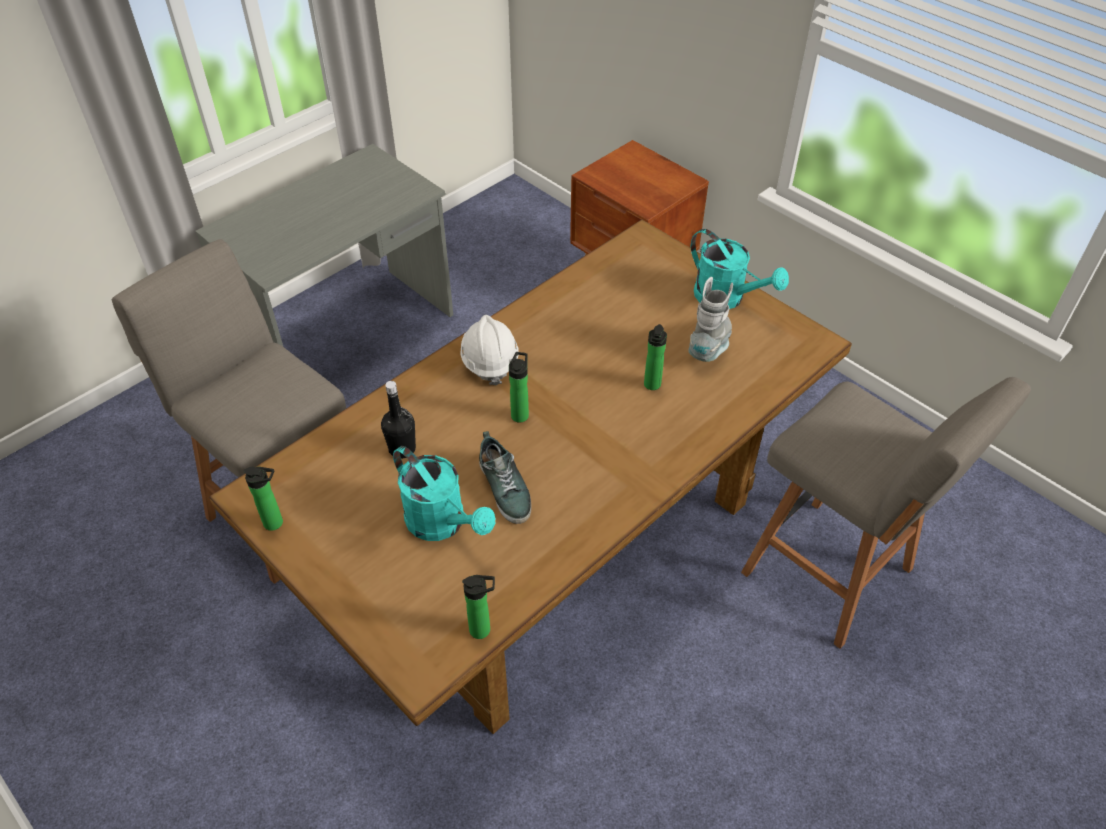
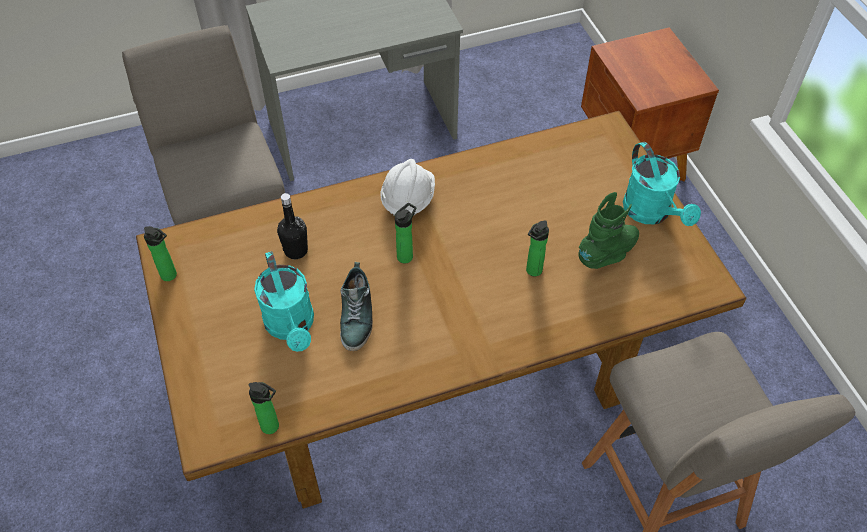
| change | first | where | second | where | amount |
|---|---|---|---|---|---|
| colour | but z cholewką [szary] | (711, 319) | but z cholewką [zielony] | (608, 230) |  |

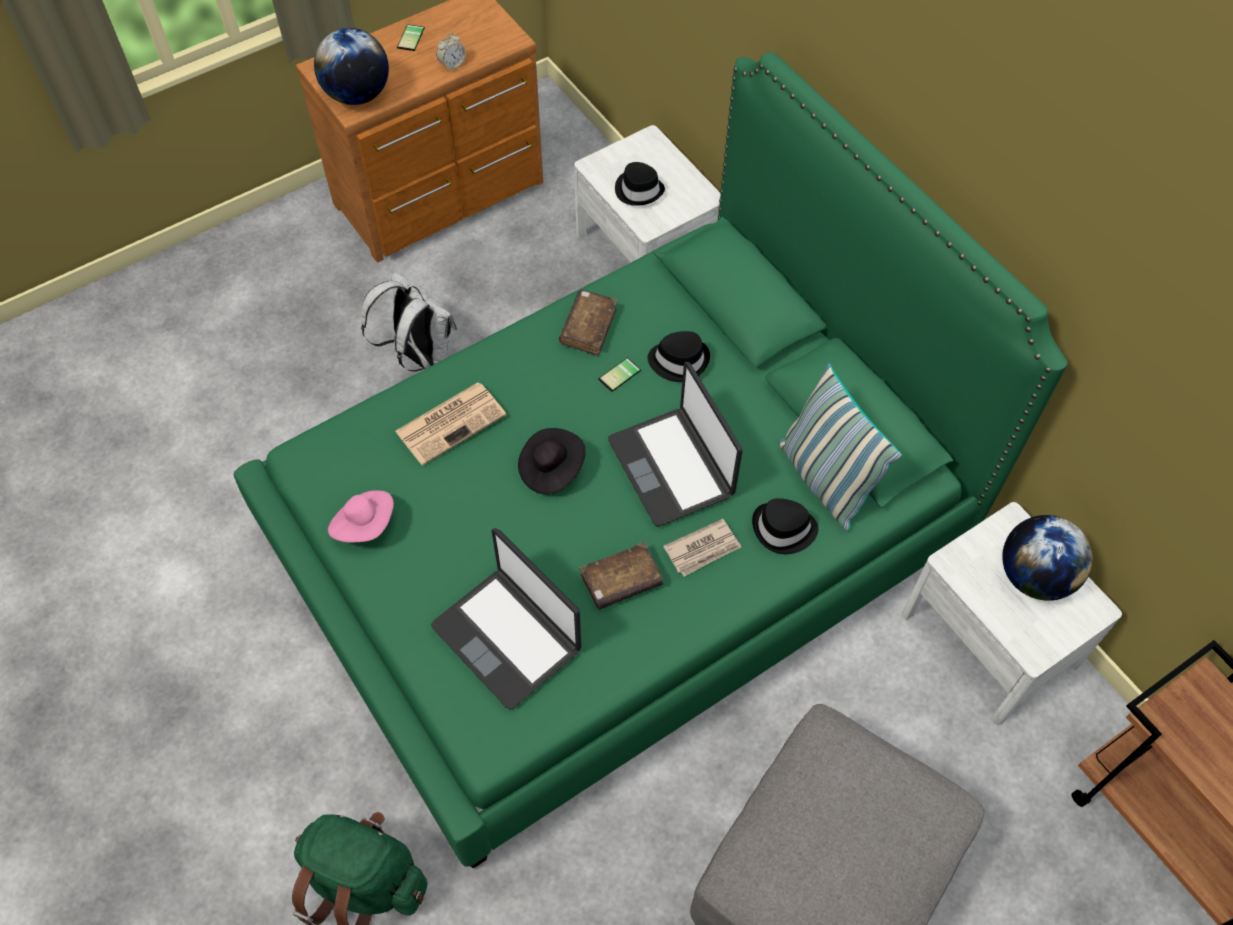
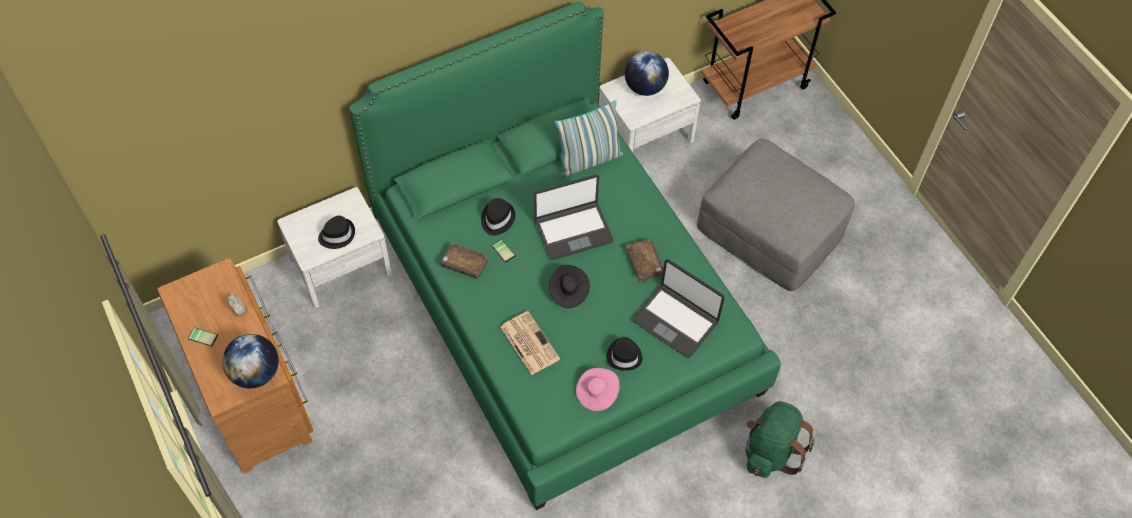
| change | first | where | second | where | amount |
|---|---|---|---|---|---|
| relocated | kapelusz [czarny] | (785, 526) |  | (624, 354) |  |
| spun | laptop | (506, 618) |  | (679, 308) | 75 degrees clockwise |
| missing | plecak [biały] | (409, 322) |  |  |  |
| missing | gazeta | (702, 548) |  |  |  |

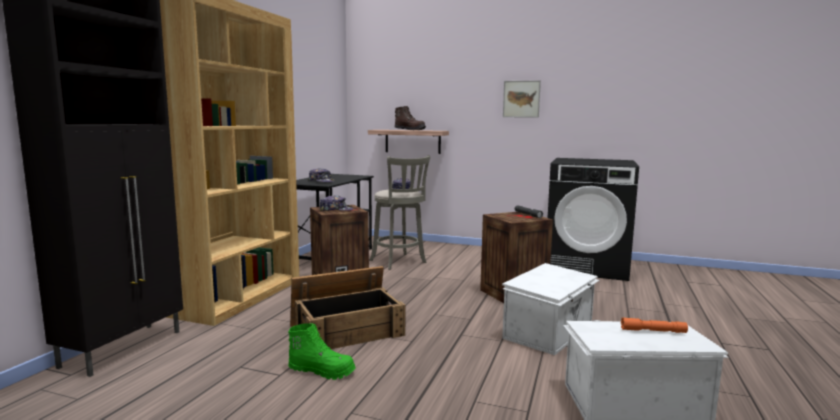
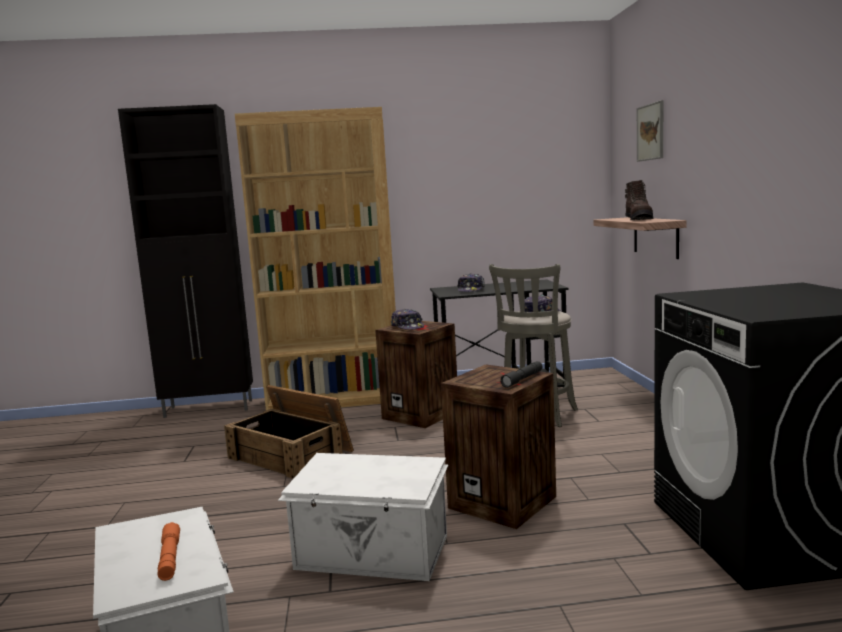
| change | first | where | second | where | amount |
|---|---|---|---|---|---|
| relocated | obraz | (522, 99) |  | (650, 131) |  |
| missing | but z cholewką [zielony] | (322, 351) |  |  |  |

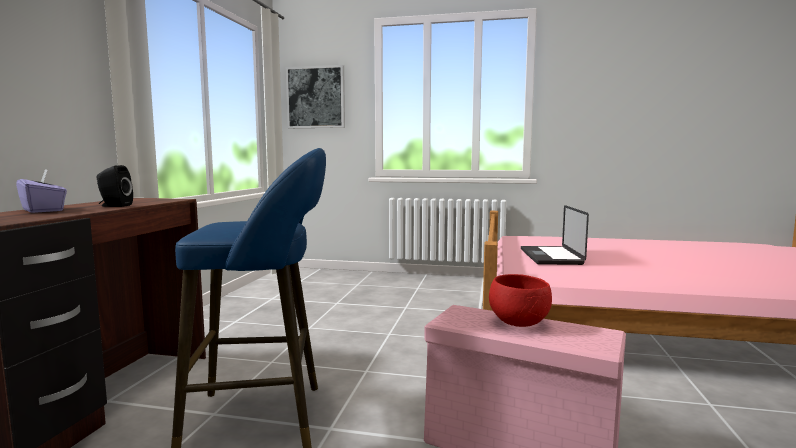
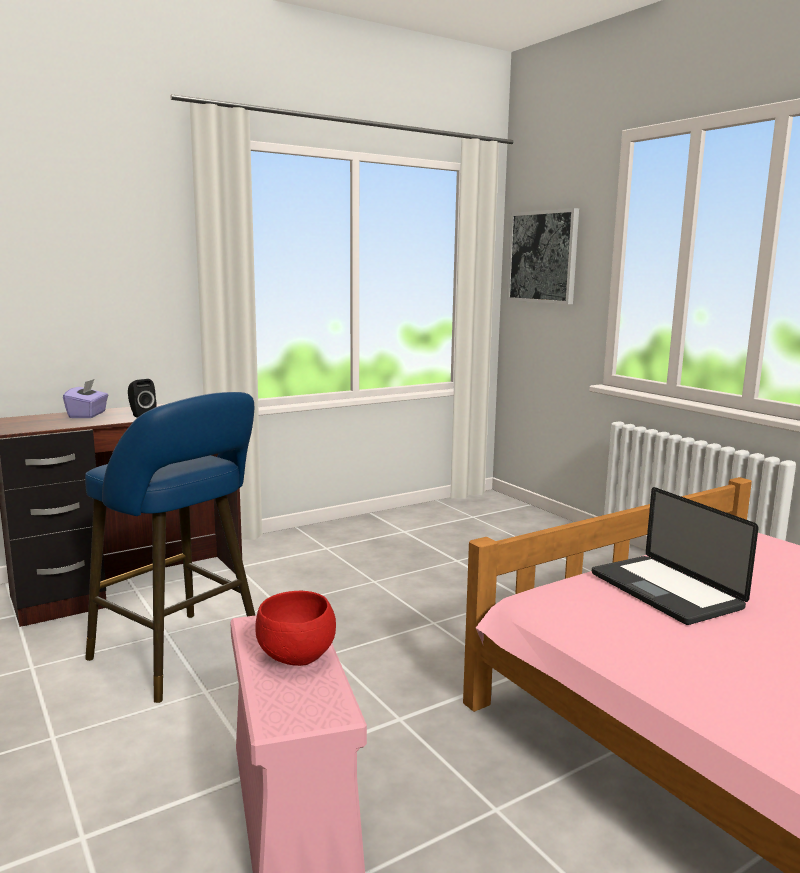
| change | first | where | second | where | amount |
|---|---|---|---|---|---|
| spun | laptop | (555, 235) |  | (675, 556) | 75 degrees counterclockwise |

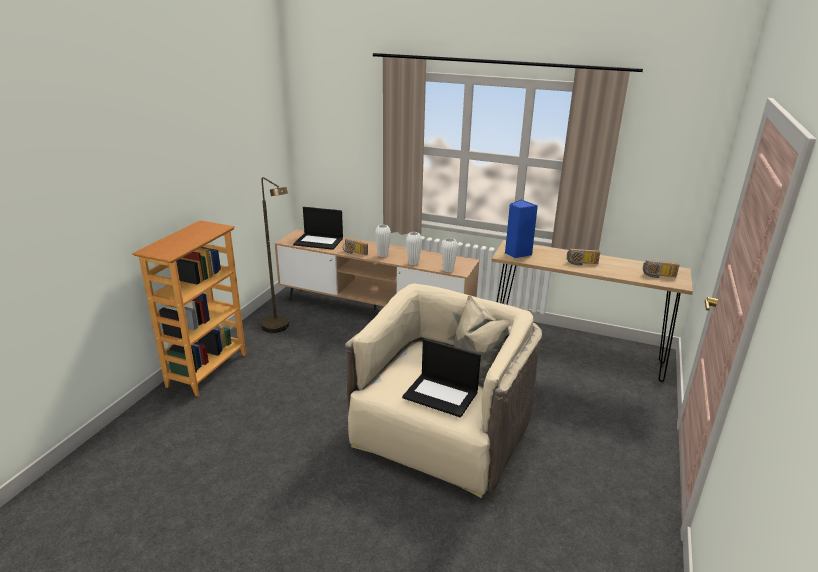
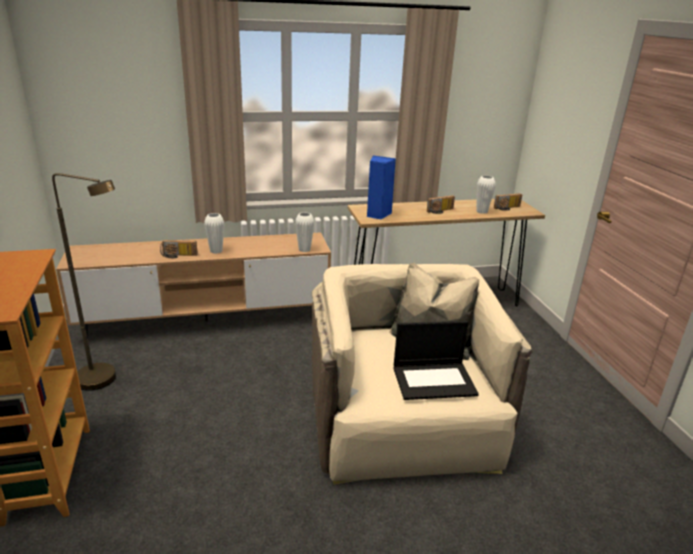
| change | first | where | second | where | amount |
|---|---|---|---|---|---|
| relocated | wazon [biały] | (414, 248) |  | (486, 194) |  |
| missing | laptop | (318, 228) |  |  |  |

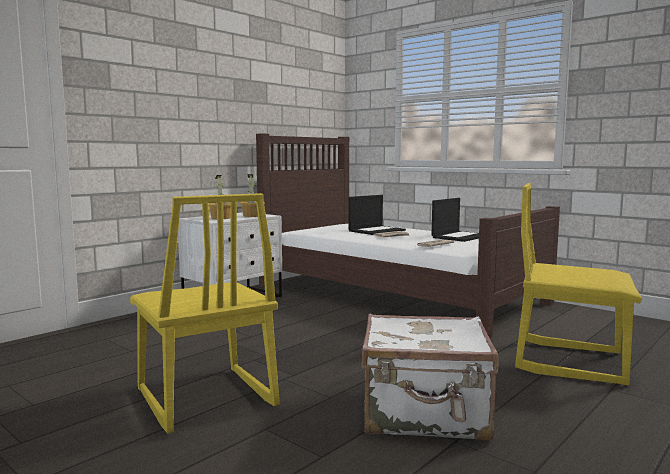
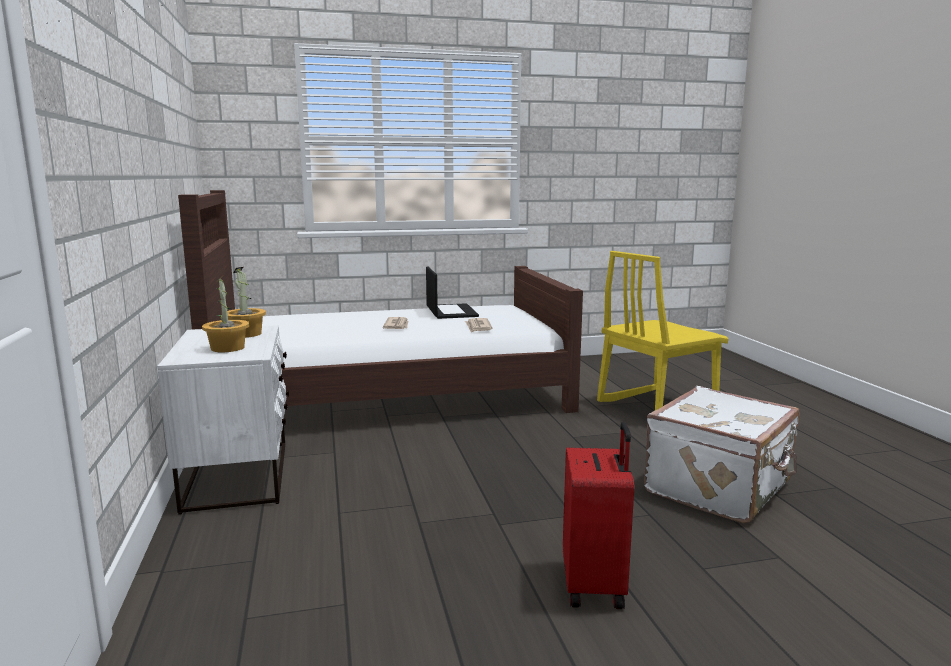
| change | first | where | second | where | amount |
|---|---|---|---|---|---|
| exchanged | krzesło [żółty] | (205, 313) | walizka [czerwony] | (598, 515) |  |
| missing | laptop | (377, 215) |  |  |  |

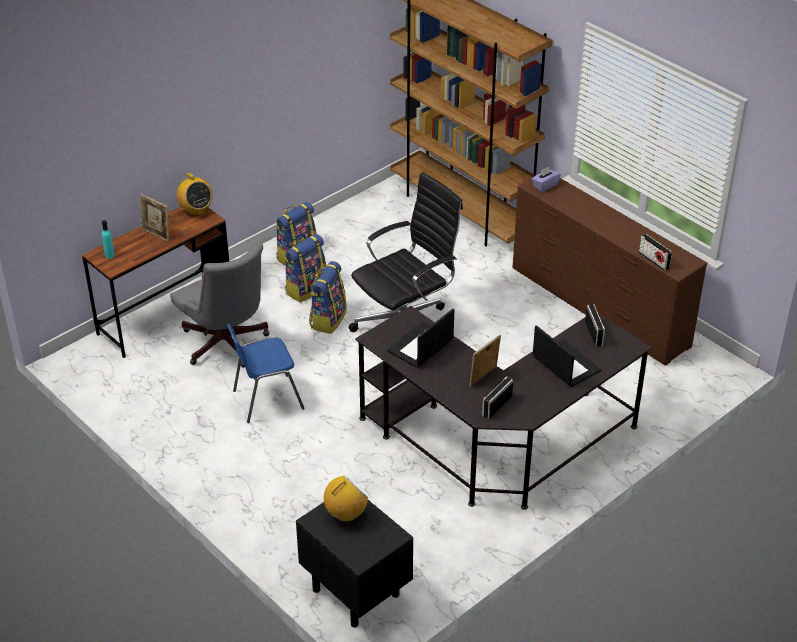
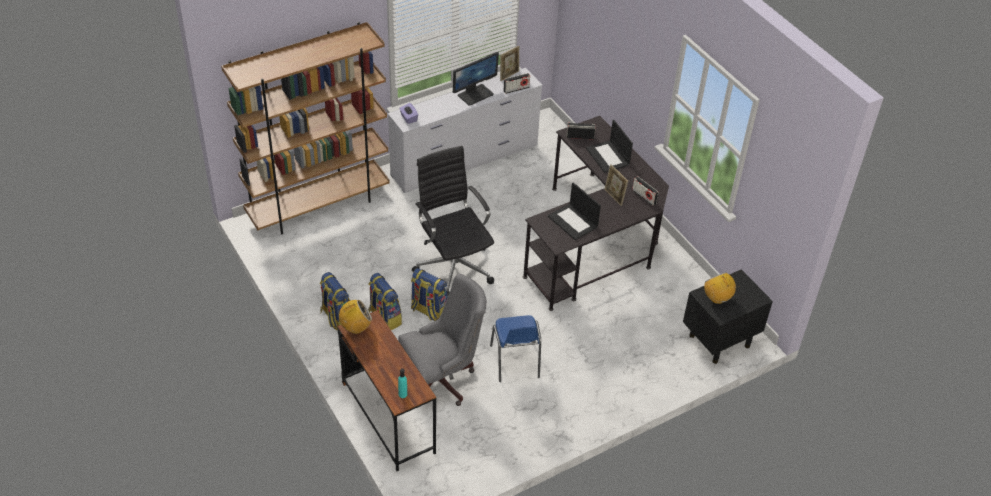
| change | first | where | second | where | amount |
|---|---|---|---|---|---|
| colour | komoda [brązowy] | (610, 271) | komoda [biały] | (465, 130) |  |
| appeared |  |  | monitor | (476, 79) |  |
| relocated | ramka na zdjęcie | (154, 217) |  | (509, 63) |  |
| spun | laptop | (567, 356) |  | (609, 146) | 90 degrees counterclockwise |

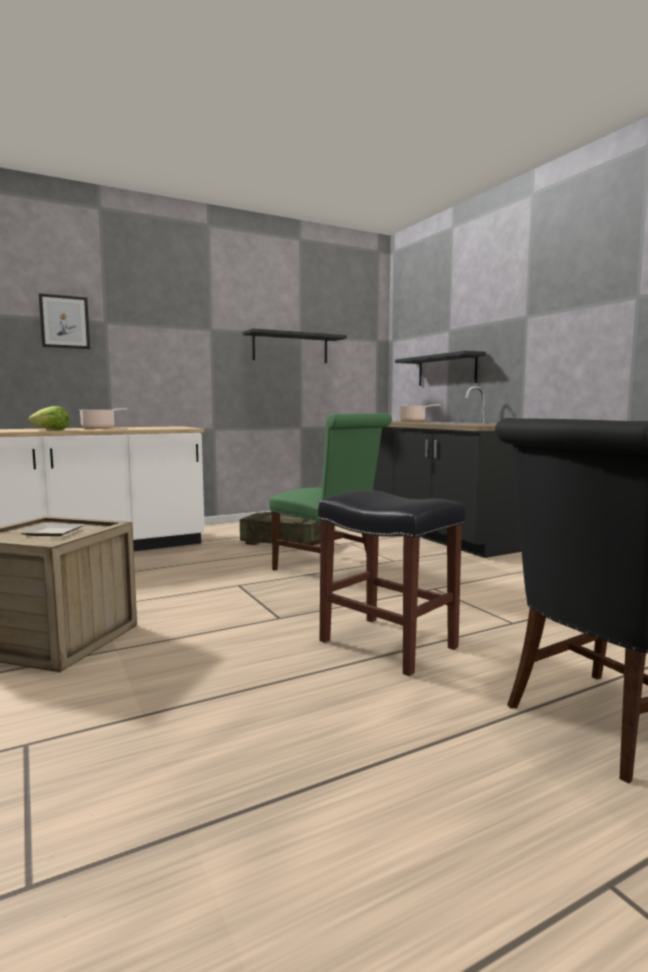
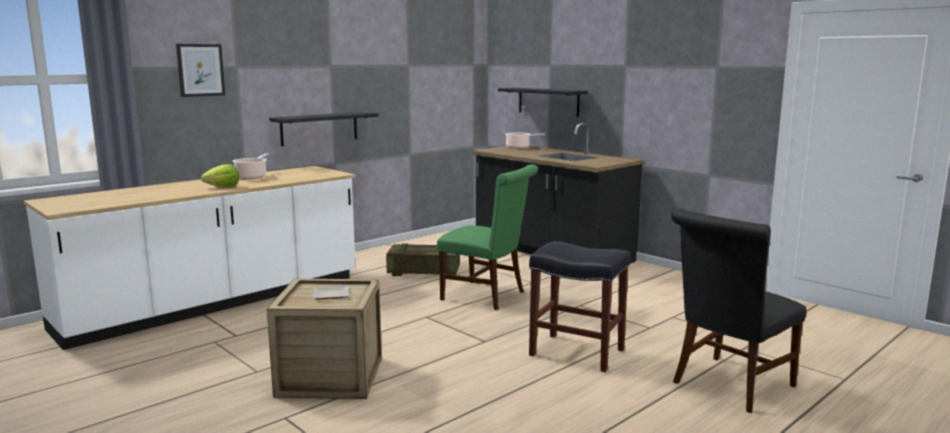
| change | first | where | second | where | amount |
|---|---|---|---|---|---|
| relocated | półka [czarny] | (295, 346) |  | (324, 129) |  |

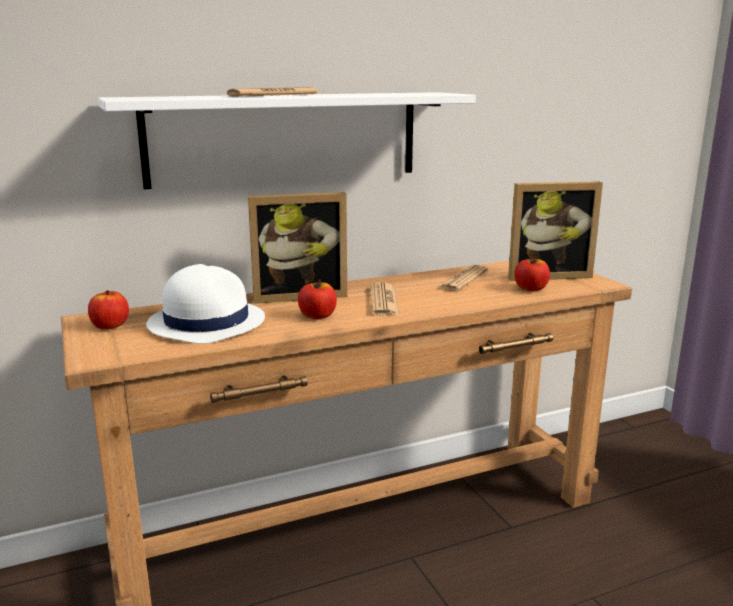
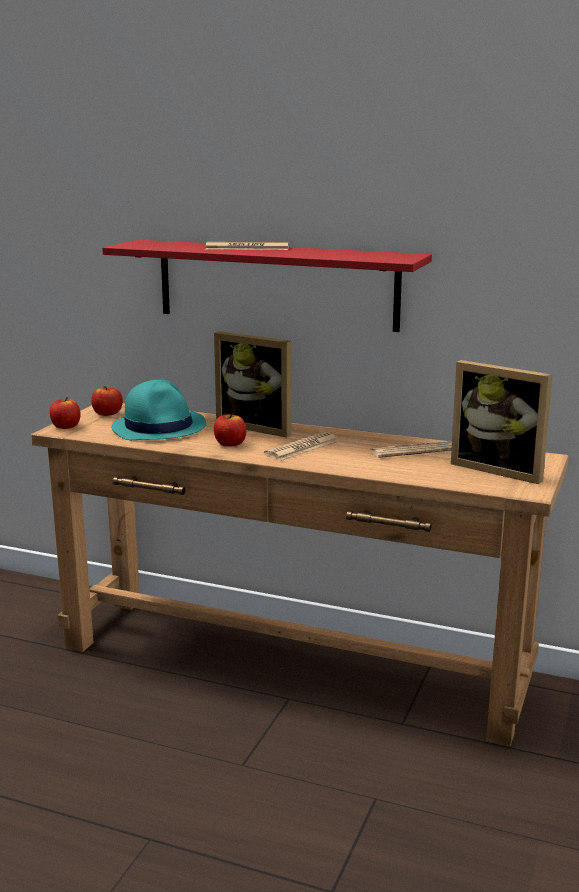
| change | first | where | second | where | amount |
|---|---|---|---|---|---|
| relocated | jabłko | (532, 273) |  | (65, 413) |  |
| colour | półka [biały] | (287, 140) | półka [czerwony] | (267, 286) |  |
| colour | kapelusz [biały] | (205, 304) | kapelusz [turkusowy] | (158, 410) |  |

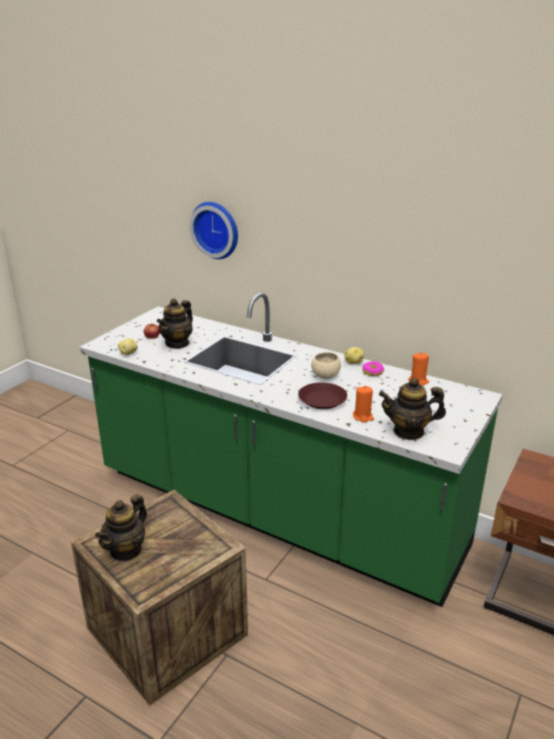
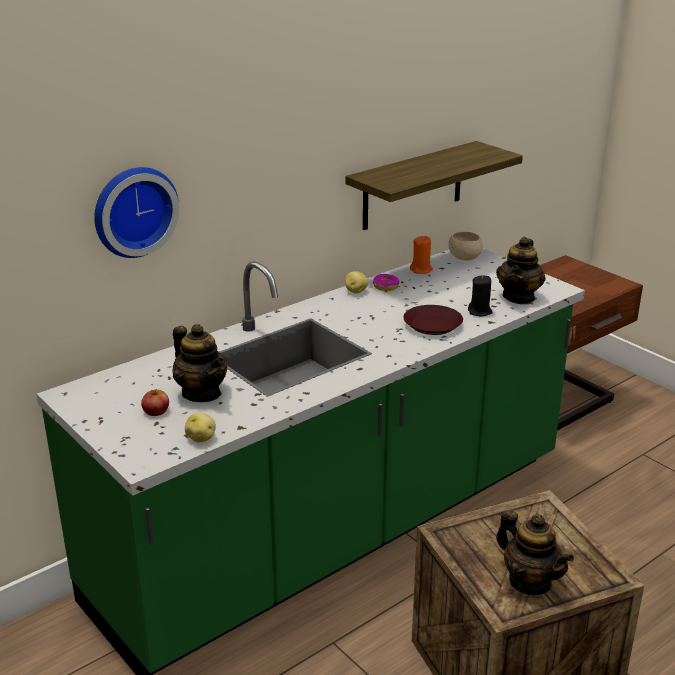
| change | first | where | second | where | amount |
|---|---|---|---|---|---|
| appeared |  |  | półka | (434, 185) |  |
| relocated | miska [beżowy] | (326, 365) |  | (465, 246) |  |
| colour | świeca [pomarańczowy] | (363, 404) | świeca [czarny] | (480, 295) |  |

